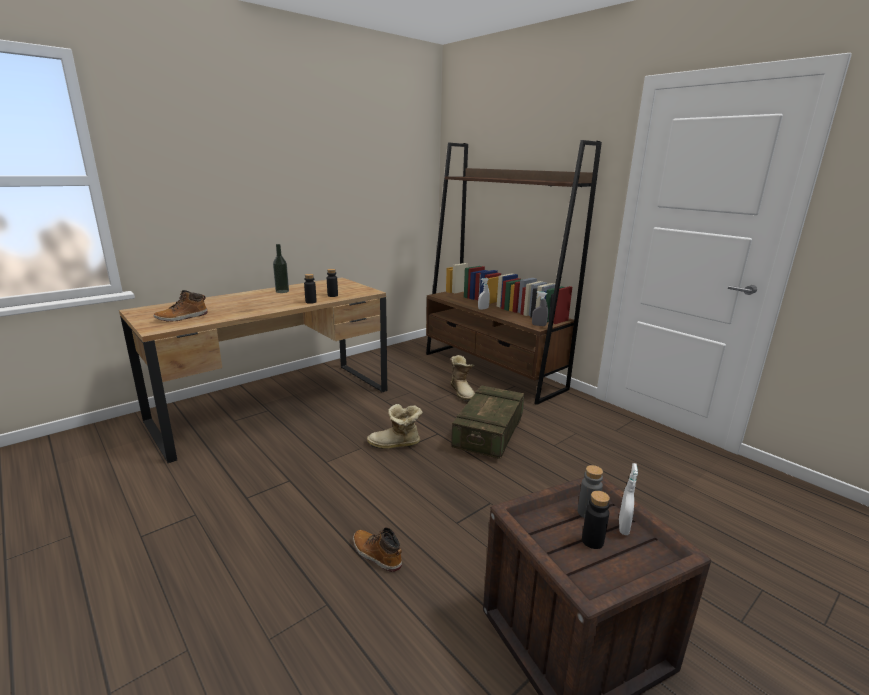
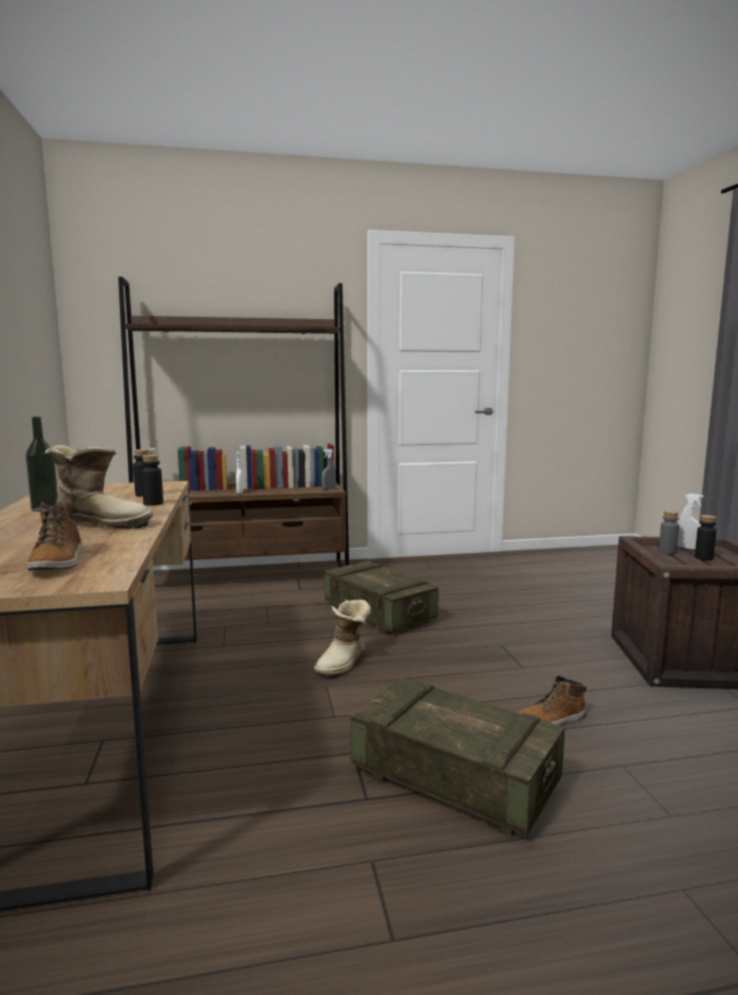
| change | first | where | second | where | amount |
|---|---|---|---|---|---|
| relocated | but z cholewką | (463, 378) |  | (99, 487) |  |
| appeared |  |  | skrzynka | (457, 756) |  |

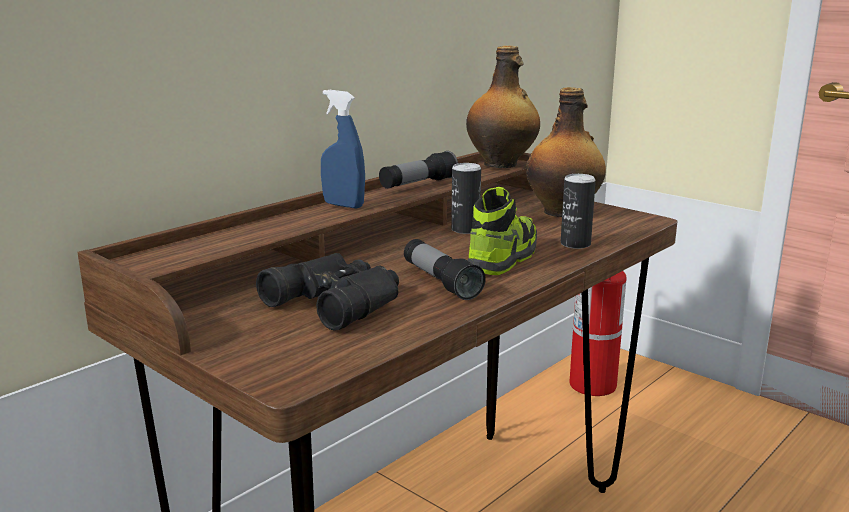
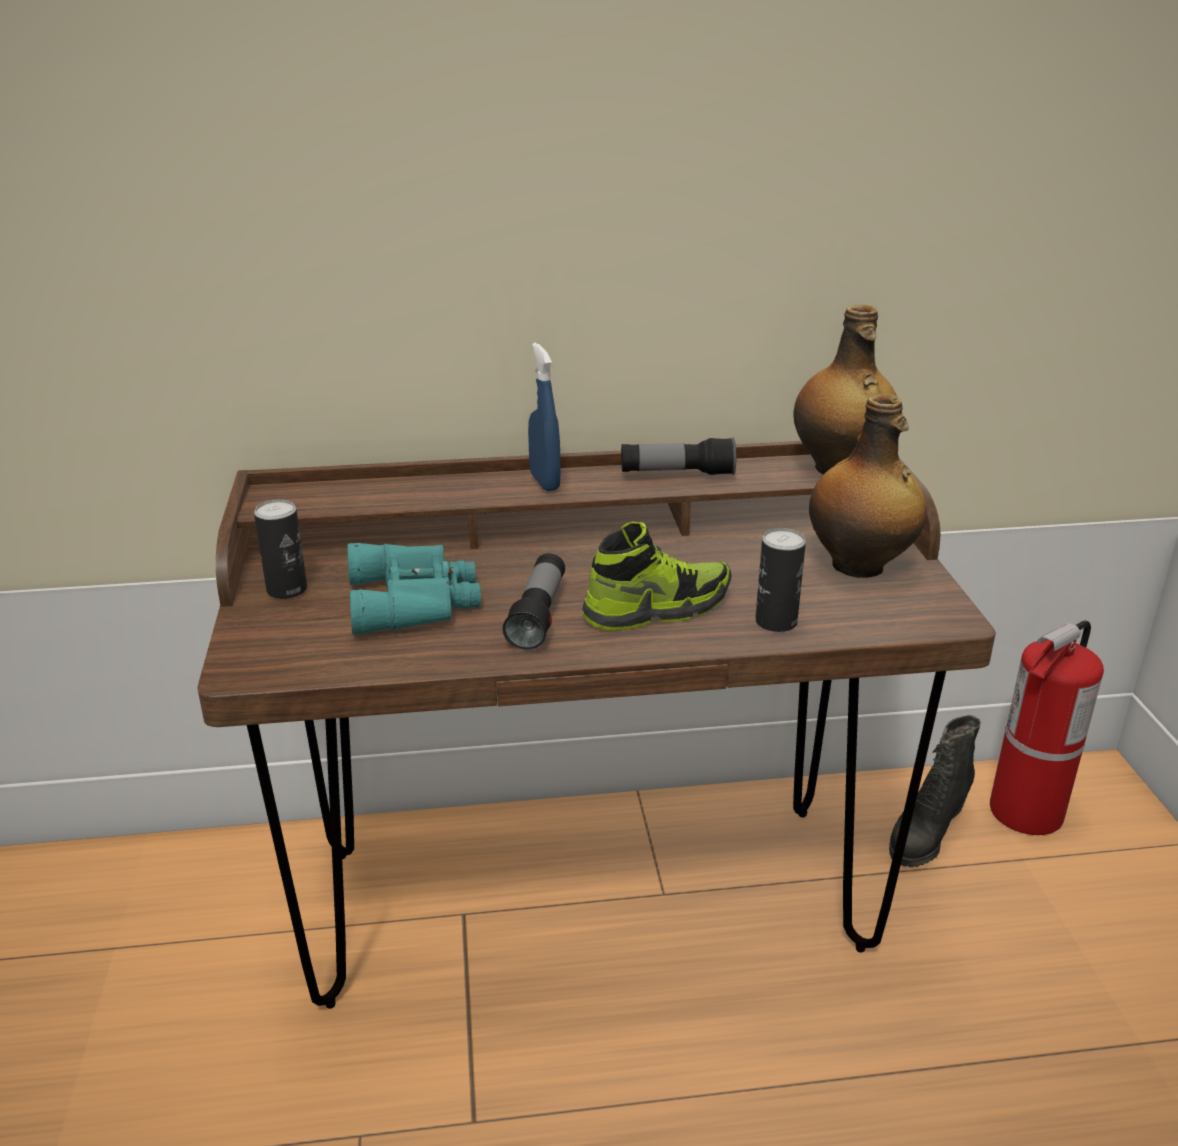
| change | first | where | second | where | amount |
|---|---|---|---|---|---|
| relocated | puszka | (466, 198) |  | (280, 549) |  |
| colour | lornetka [czarny] | (327, 292) | lornetka [turkusowy] | (414, 588) |  |
| appeared |  |  | but z cholewką [czarny] | (935, 791) |  |

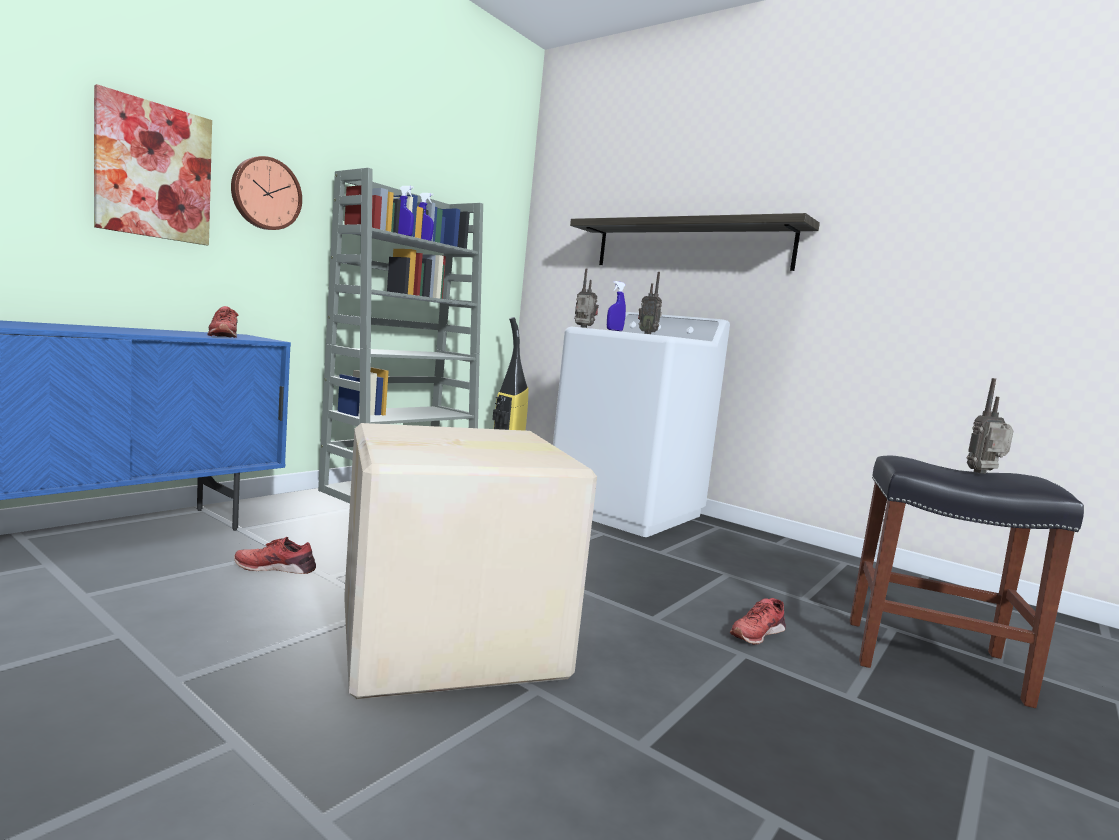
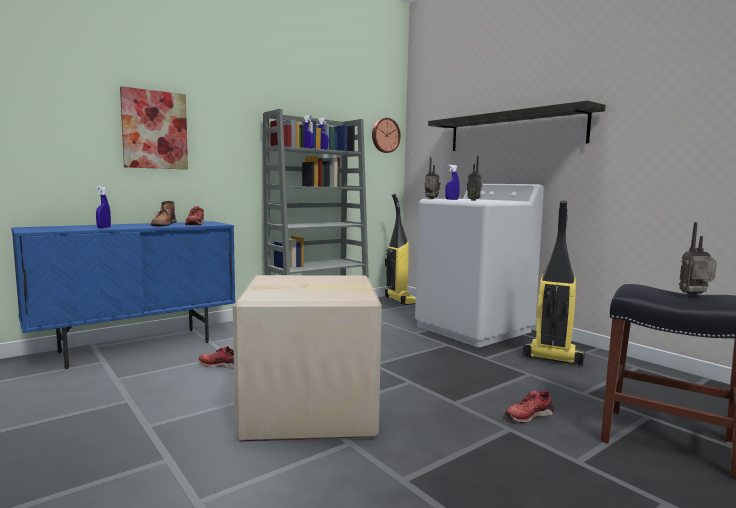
| change | first | where | second | where | amount |
|---|---|---|---|---|---|
| appeared |  |  | spryskiwacz [niebieski] | (103, 207) |  |
| appeared |  |  | but z cholewką [brązowy] | (164, 213) |  |
| relocated | zegar ścienny | (266, 193) |  | (386, 135) |  |
| appeared |  |  | odkurzacz | (553, 283) |  |

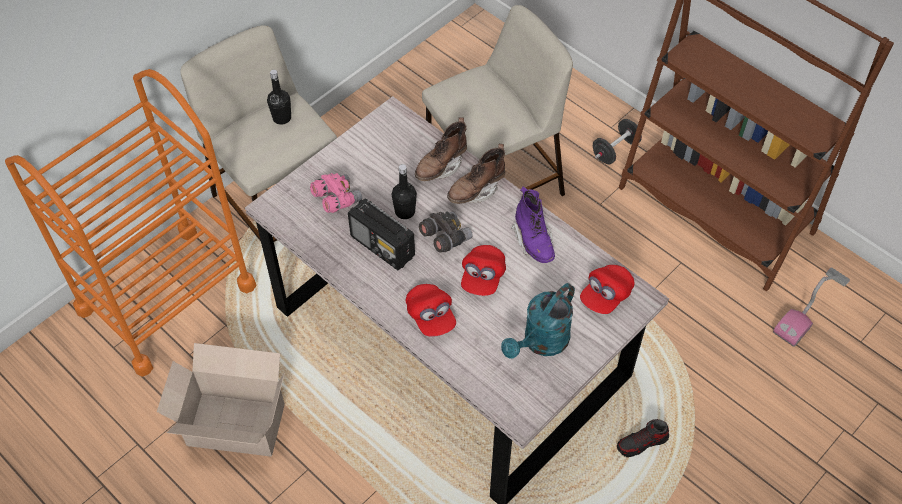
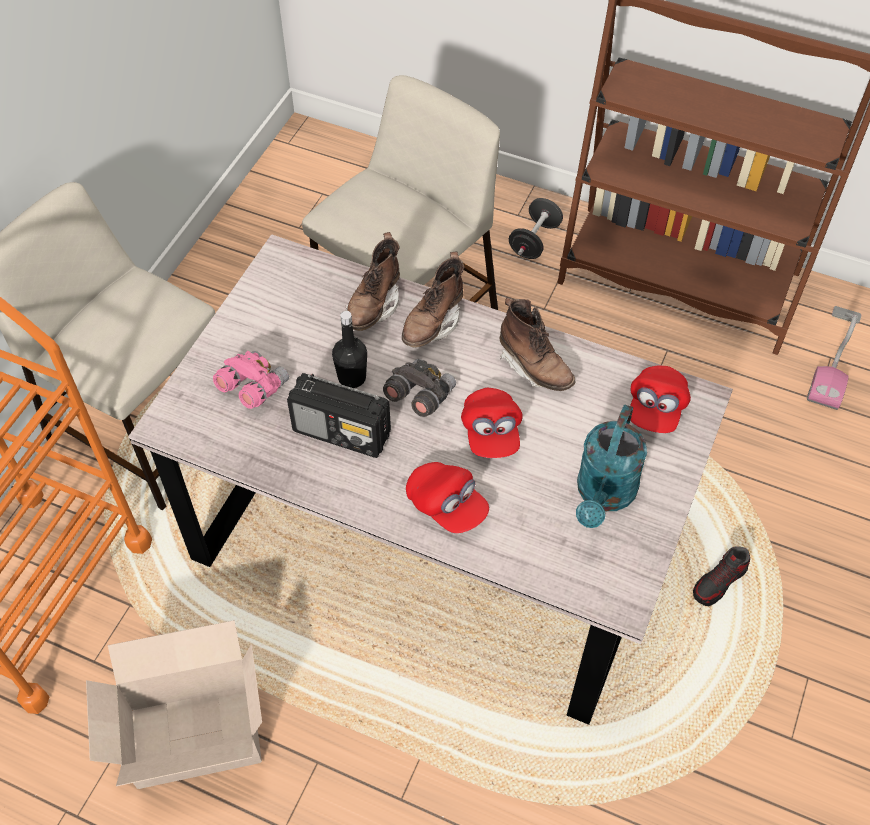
| change | first | where | second | where | amount |
|---|---|---|---|---|---|
| colour | but z cholewką [fioletowy] | (533, 225) | but z cholewką [brązowy] | (538, 344) |  |
| missing | butelka [czarny] | (279, 97) |  |  |  |

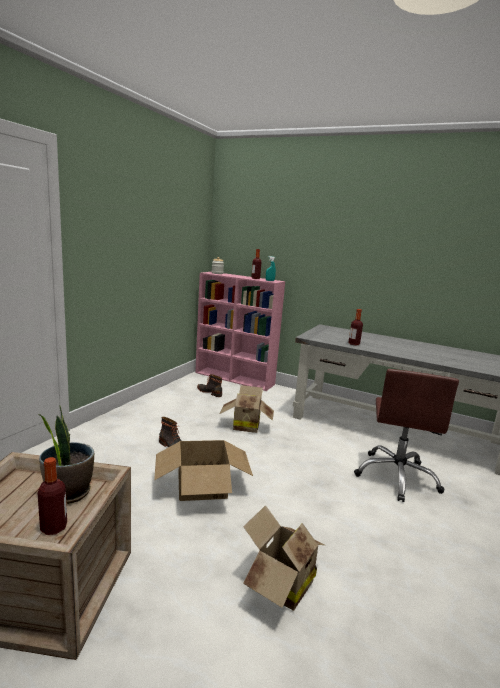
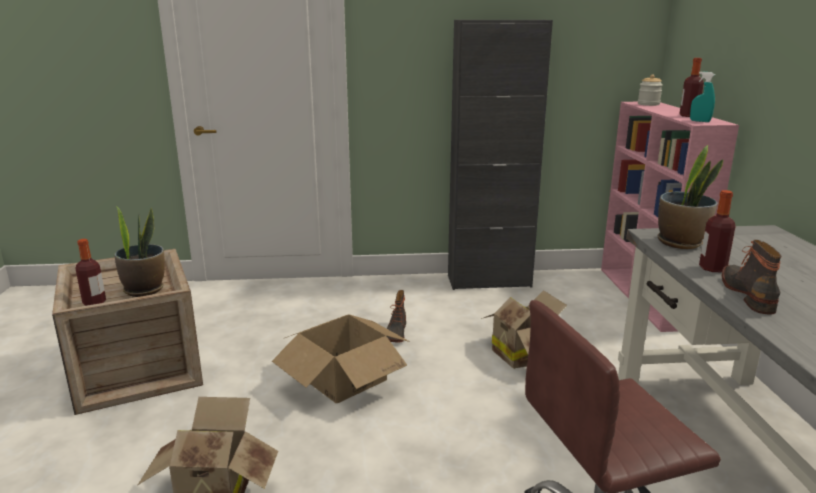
| change | first | where | second | where | amount |
|---|---|---|---|---|---|
| appeared |  |  | szafka [czarny] | (500, 155) |  |
| appeared |  |  | roślina doniczkowa | (691, 197) |  |
| relocated | but z cholewką | (209, 385) |  | (751, 277) |  |

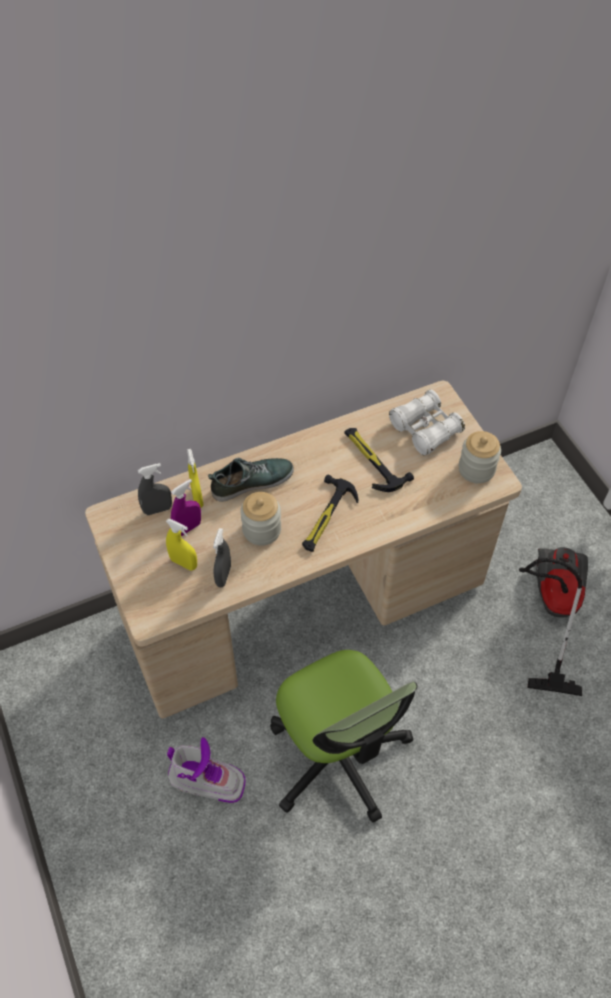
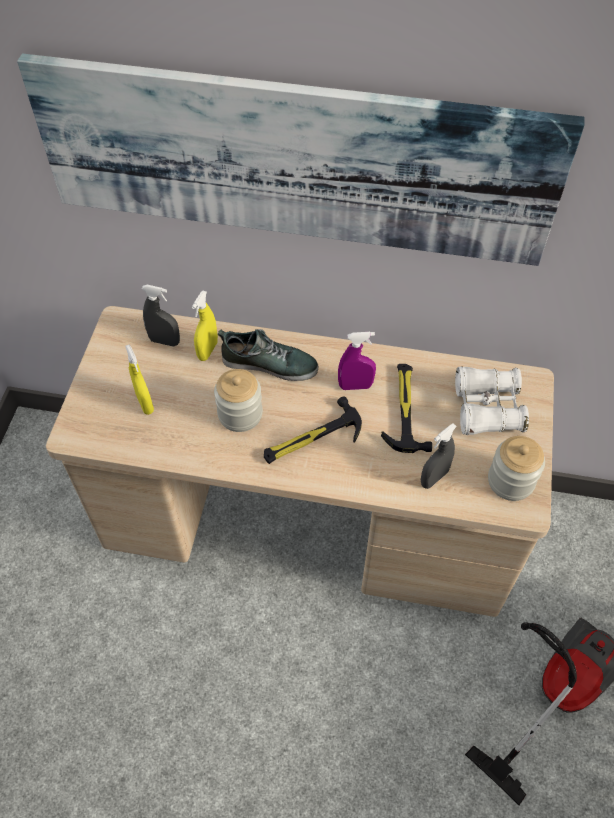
| change | first | where | second | where | amount |
|---|---|---|---|---|---|
| appeared |  |  | obraz | (300, 160) |  |
| relocated | spryskiwacz [fioletowy] | (186, 507) |  | (357, 361) |  |
| relocated | spryskiwacz [szary] | (222, 557) |  | (439, 456) |  |
| missing | but z cholewką | (206, 770) |  |  |  |
| missing | krzesło biurowe | (343, 736) |  |  |  |

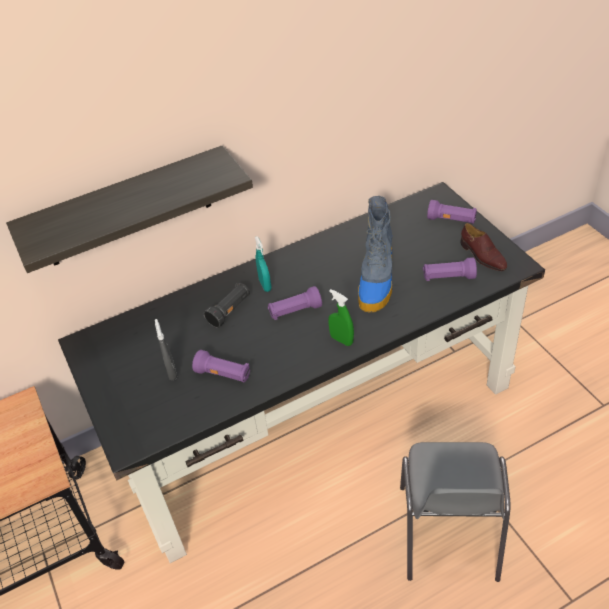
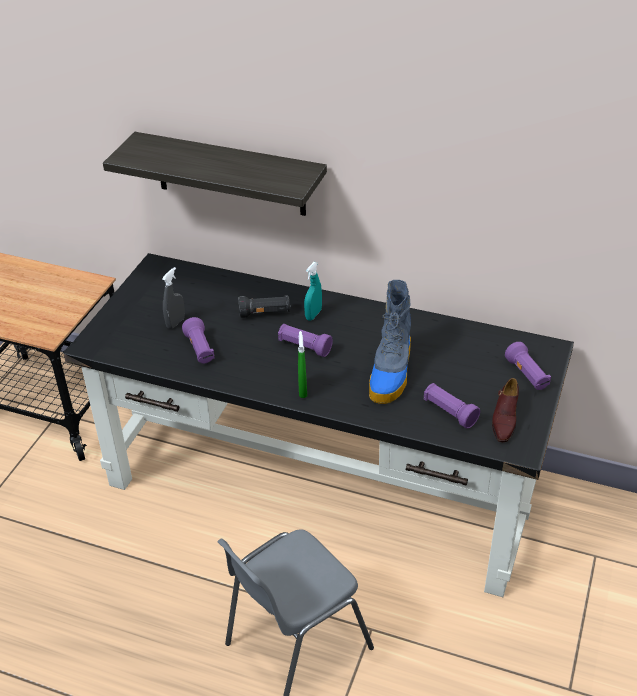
| change | first | where | second | where | amount |
|---|---|---|---|---|---|
| spun | but z cholewką | (375, 254) |  | (390, 342) | 45 degrees counterclockwise |

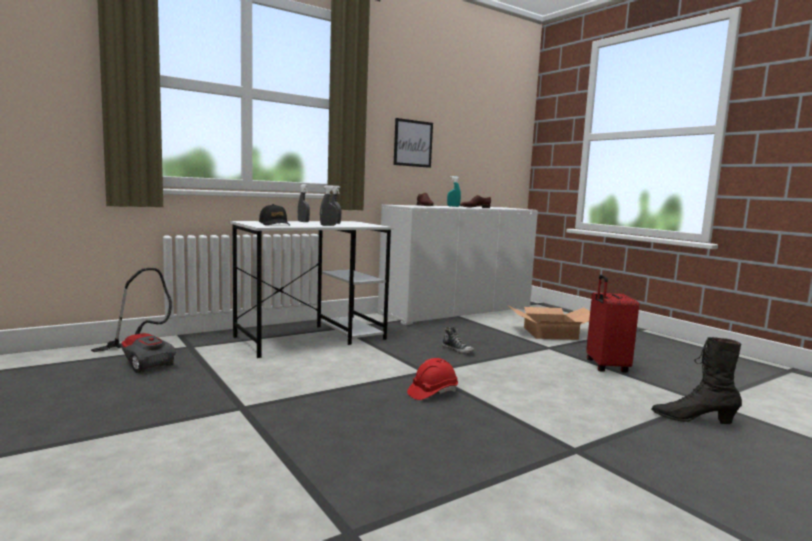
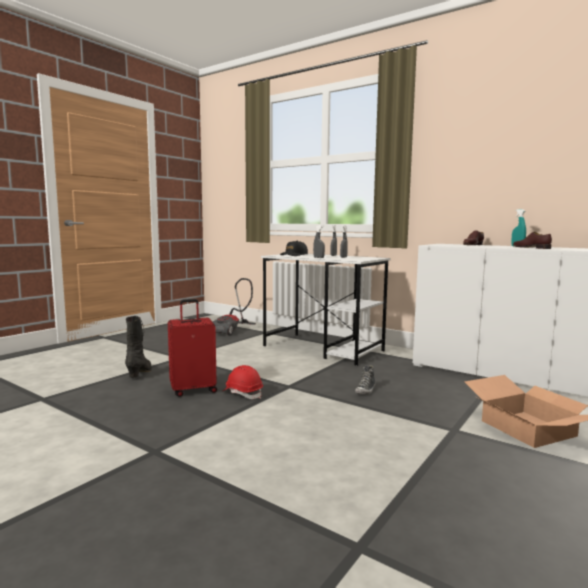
| change | first | where | second | where | amount |
|---|---|---|---|---|---|
| relocated | but z cholewką [czarny] | (696, 380) |  | (138, 347) |  |
| relocated | walizka [czerwony] | (612, 324) |  | (192, 348) |  |
| missing | obraz | (413, 143) |  |  |  |

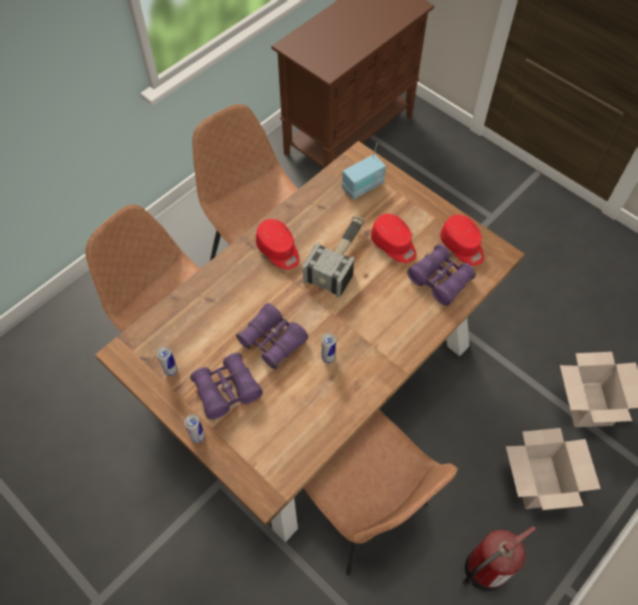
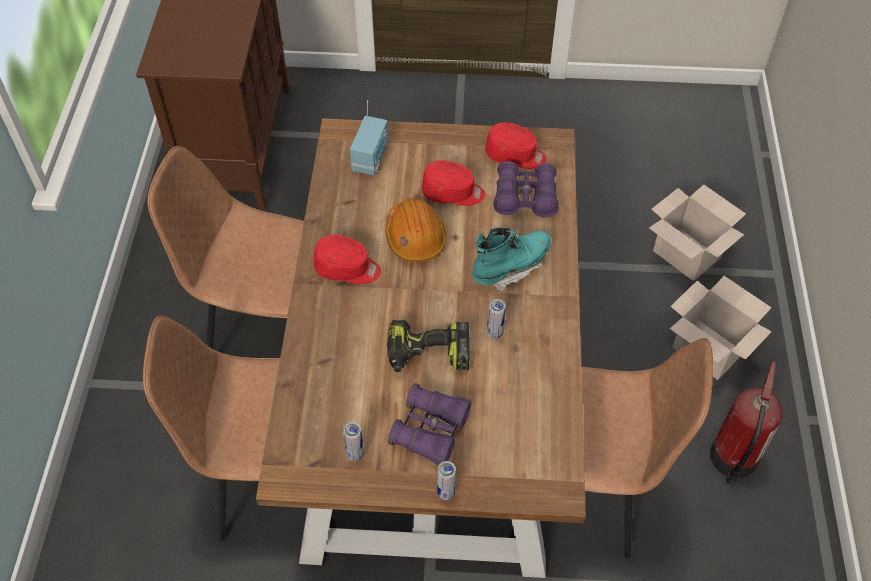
| change | first | where | second | where | amount |
|---|---|---|---|---|---|
| exchanged | młotek | (334, 257) | kask [pomarańczowy] | (415, 230) |  |
| exchanged | lornetka [fioletowy] | (272, 336) | wiertarka | (428, 346) |  |
| appeared |  |  | but z cholewką [turkusowy] | (511, 259) |  |

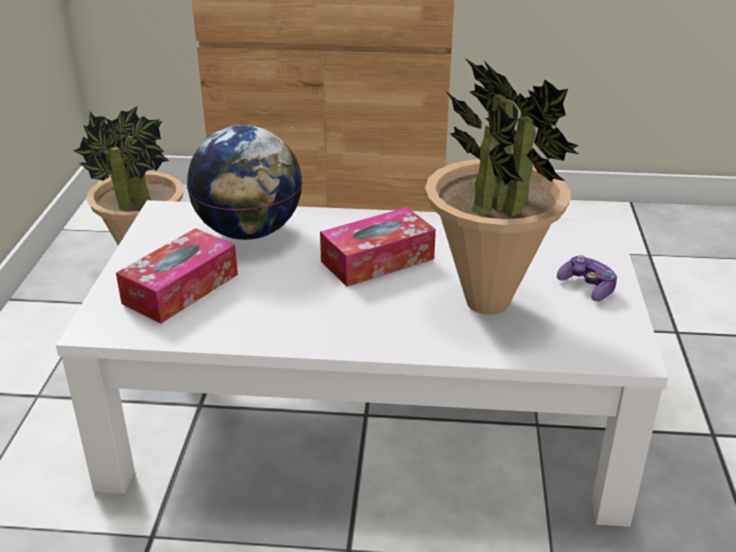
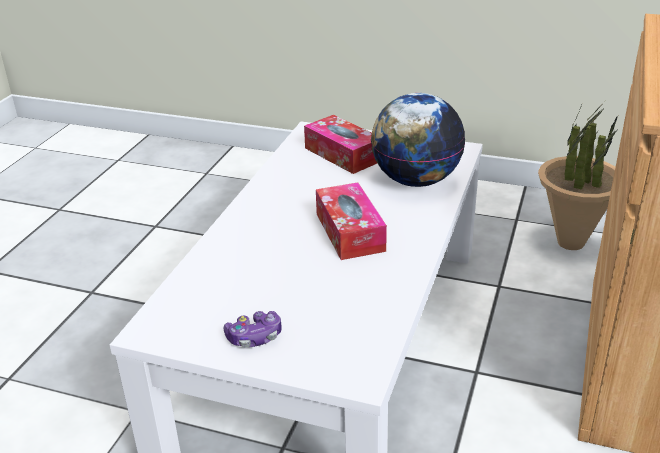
| change | first | where | second | where | amount |
|---|---|---|---|---|---|
| missing | roślina doniczkowa | (502, 186) |  |  |  |

